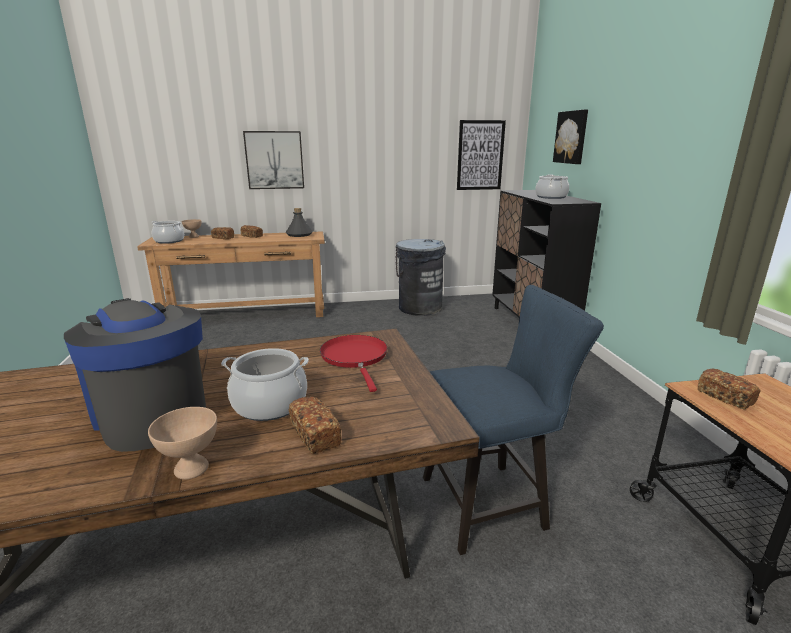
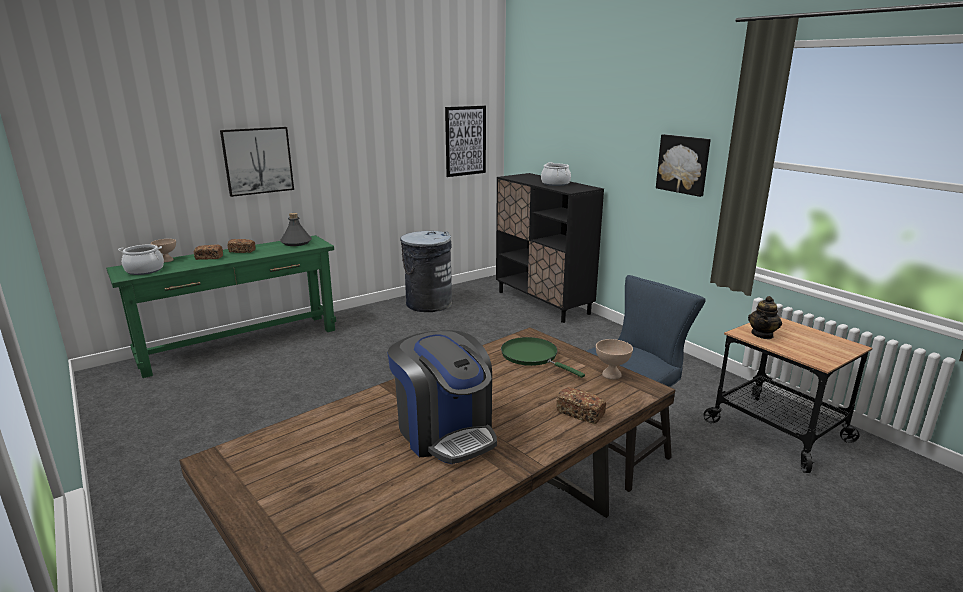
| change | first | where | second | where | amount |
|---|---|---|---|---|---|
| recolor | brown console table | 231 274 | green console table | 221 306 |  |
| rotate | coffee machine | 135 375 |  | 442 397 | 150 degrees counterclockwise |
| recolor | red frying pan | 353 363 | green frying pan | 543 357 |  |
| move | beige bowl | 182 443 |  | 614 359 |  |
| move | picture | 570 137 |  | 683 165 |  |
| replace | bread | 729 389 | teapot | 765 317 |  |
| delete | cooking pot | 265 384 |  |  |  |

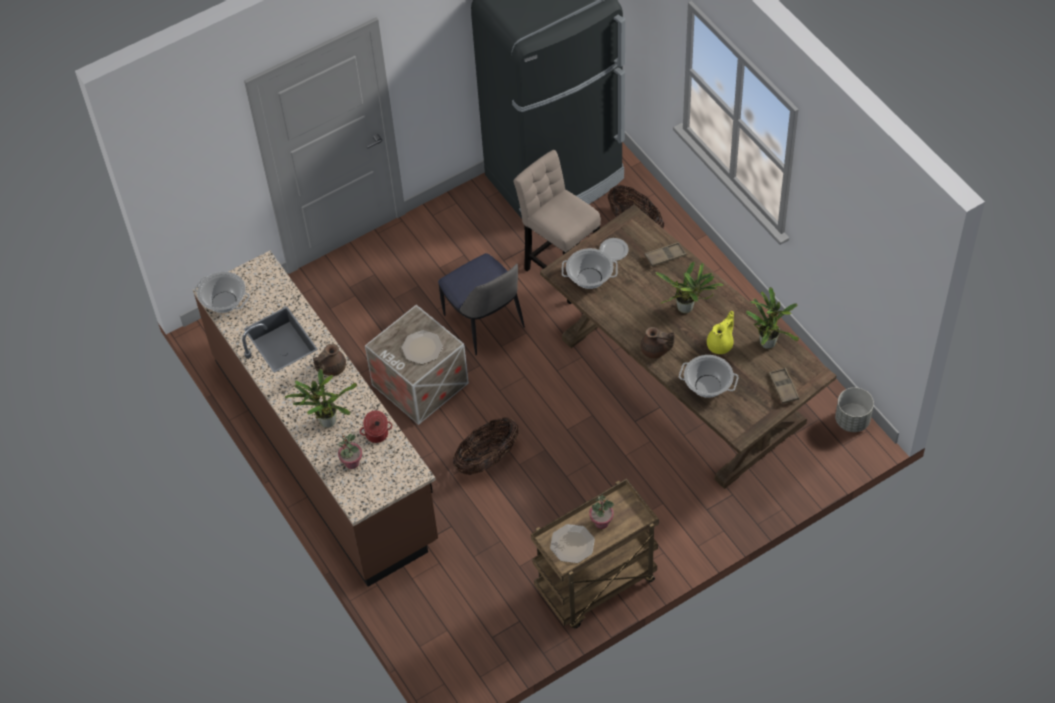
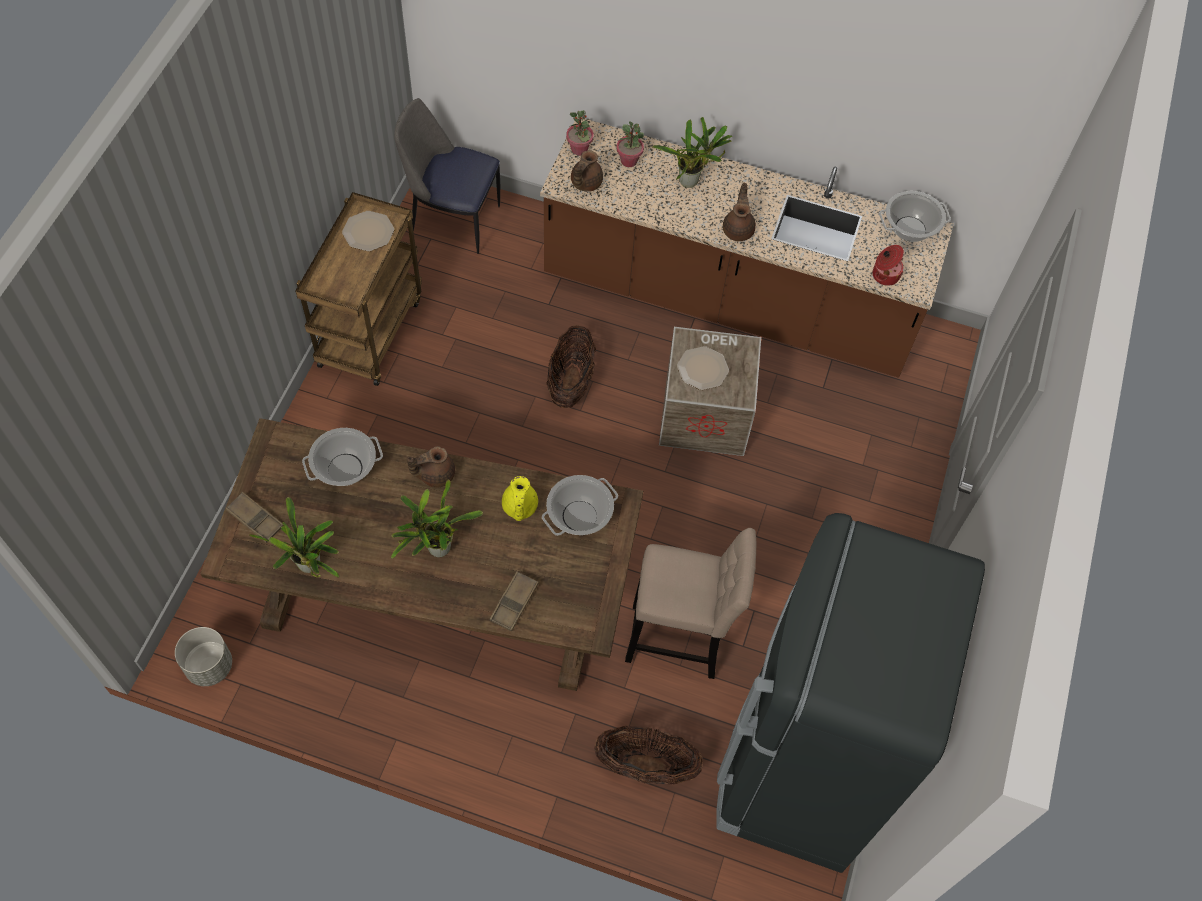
| change | first | where | second | where | amount |
|---|---|---|---|---|---|
| move | chair | 481 304 |  | 447 176 |  |
| move | yellow teapot | 720 332 |  | 520 498 |  |
| move | potted plant | 601 512 |  | 580 133 |  |
| insert |  |  | brown teapot | 587 171 |  |
| move | cooking pot | 376 426 |  | 888 265 |  |
| delete | plate | 614 249 |  |  |  |

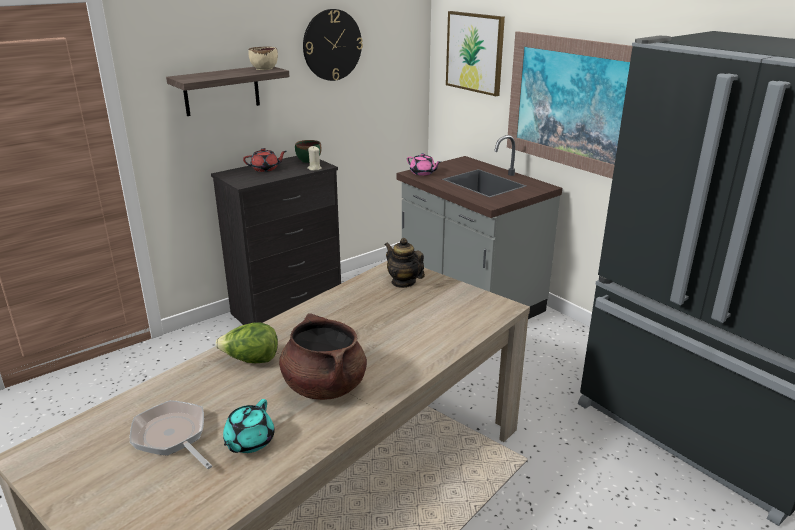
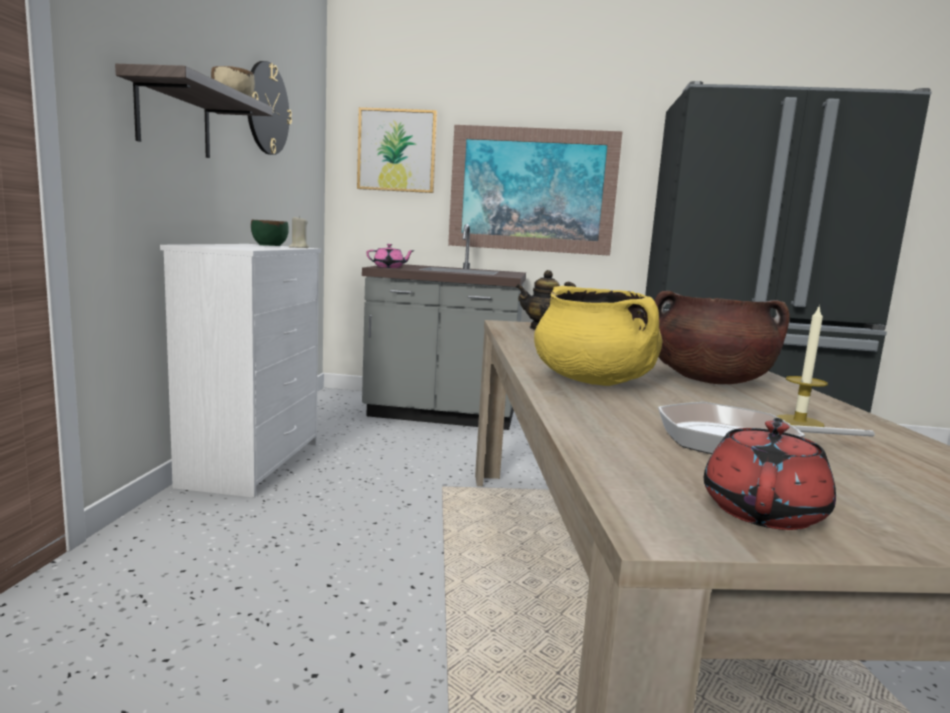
| change | first | where | second | where | amount |
|---|---|---|---|---|---|
| recolor | black dresser | 276 240 | white dresser | 240 371 |  |
| replace | lettuce | 246 342 | yellow cooking pot | 598 336 |  |
| move | red teapot | 264 160 |  | 770 474 |  |
| replace | turquoise teapot | 249 426 | candle | 802 366 |  |

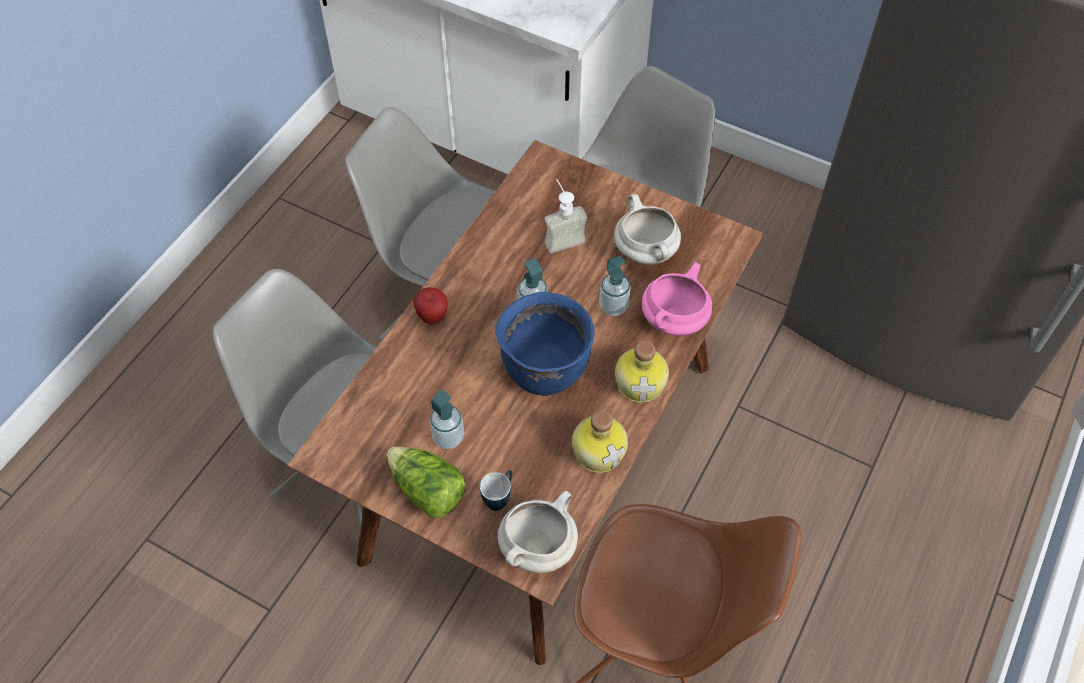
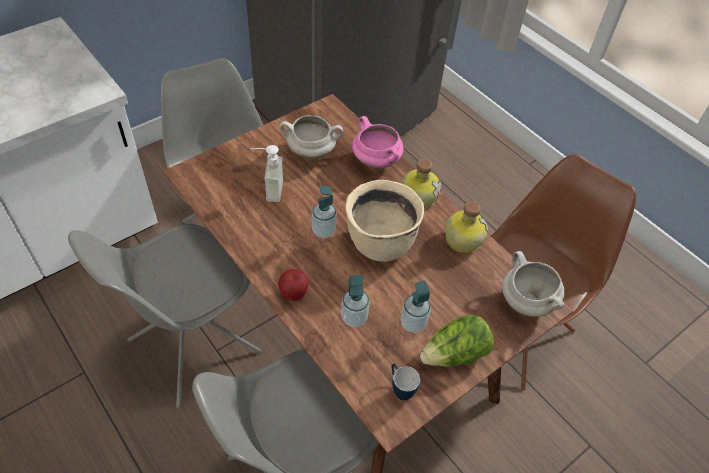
| change | first | where | second | where | amount |
|---|---|---|---|---|---|
| move | soap dispenser | 615 286 |  | 355 301 |  |
| recolor | blue cooking pot | 544 344 | beige cooking pot | 384 221 |  |
| move | mug | 496 490 |  | 405 382 |  |

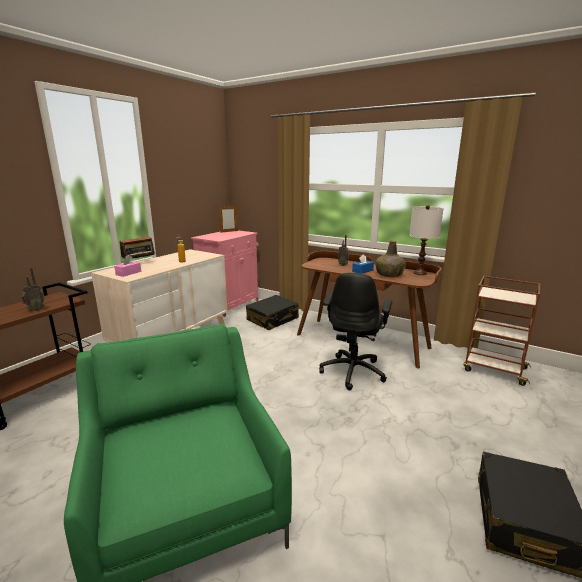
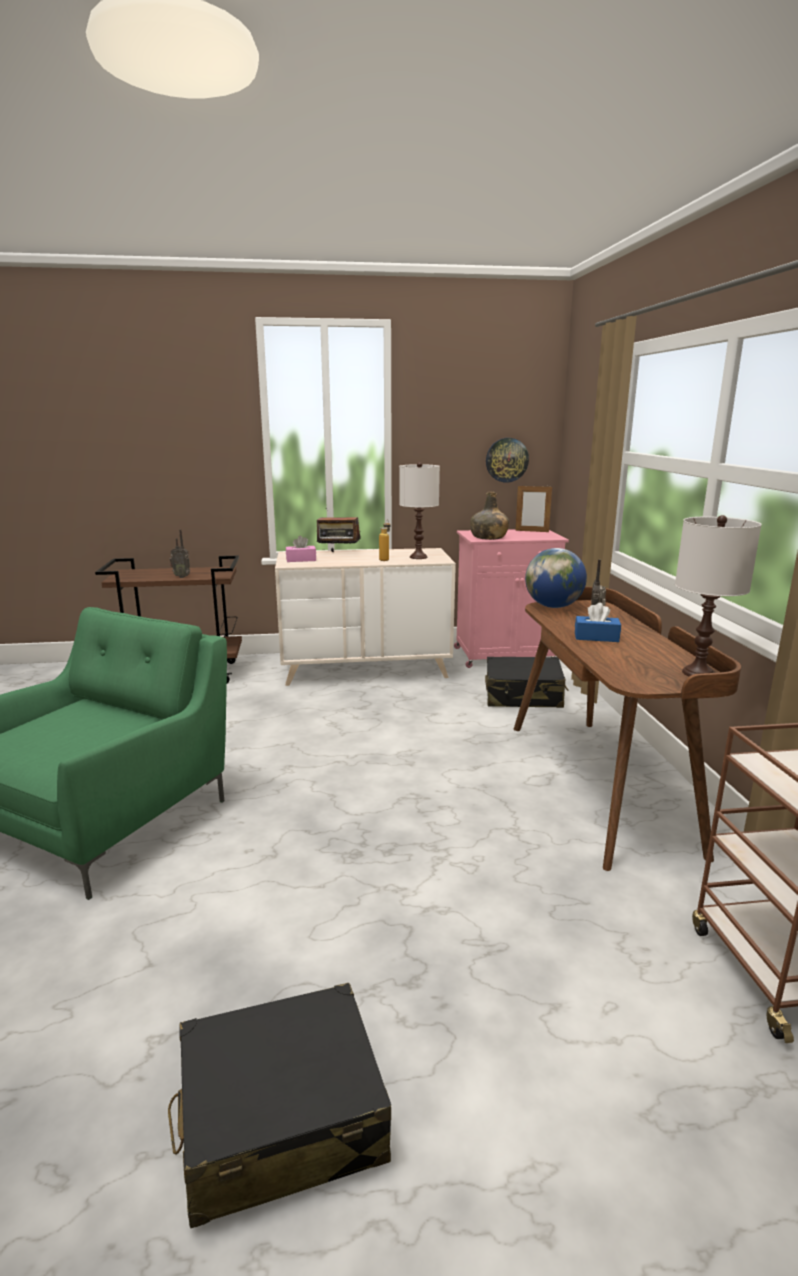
| change | first | where | second | where | amount |
|---|---|---|---|---|---|
| insert |  |  | white table lamp | 419 510 |  |
| move | green bottle | 391 259 |  | 489 516 |  |
| insert |  |  | wall clock | 507 460 |  |
| insert |  |  | globe | 556 578 |  |
| delete | black office chair | 356 331 |  |  |  |

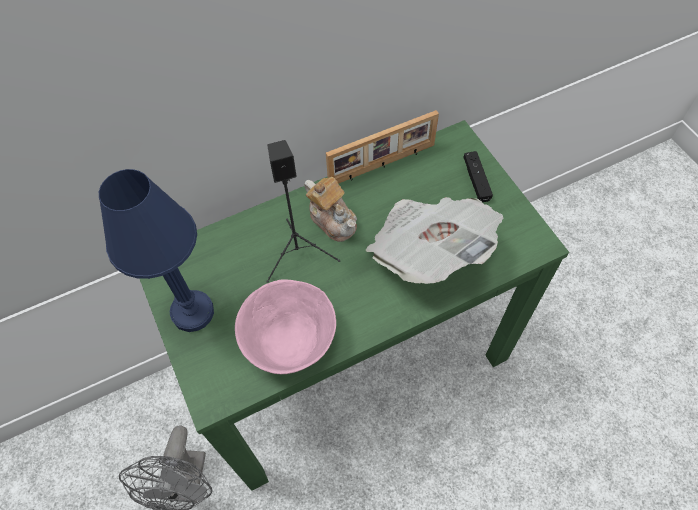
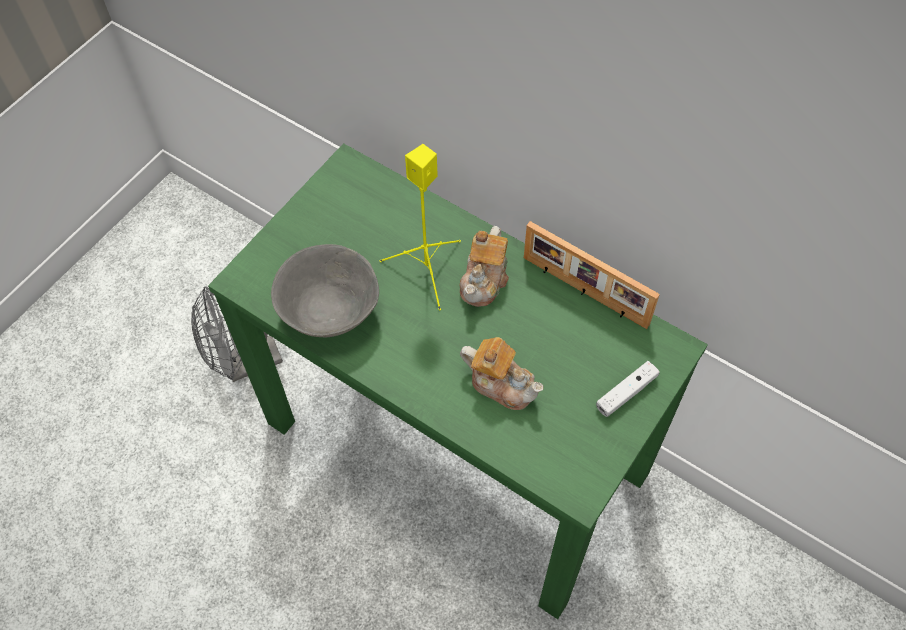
| change | first | where | second | where | amount |
|---|---|---|---|---|---|
| recolor | pink bowl | 285 326 | grey bowl | 325 290 |  |
| recolor | black speaker | 303 211 | yellow speaker | 420 227 |  |
| replace | newspaper | 435 240 | teapot | 501 373 |  |
| recolor | black game controller | 478 176 | white game controller | 628 389 |  |
| delete | blue table lamp | 156 250 |  |  |  |

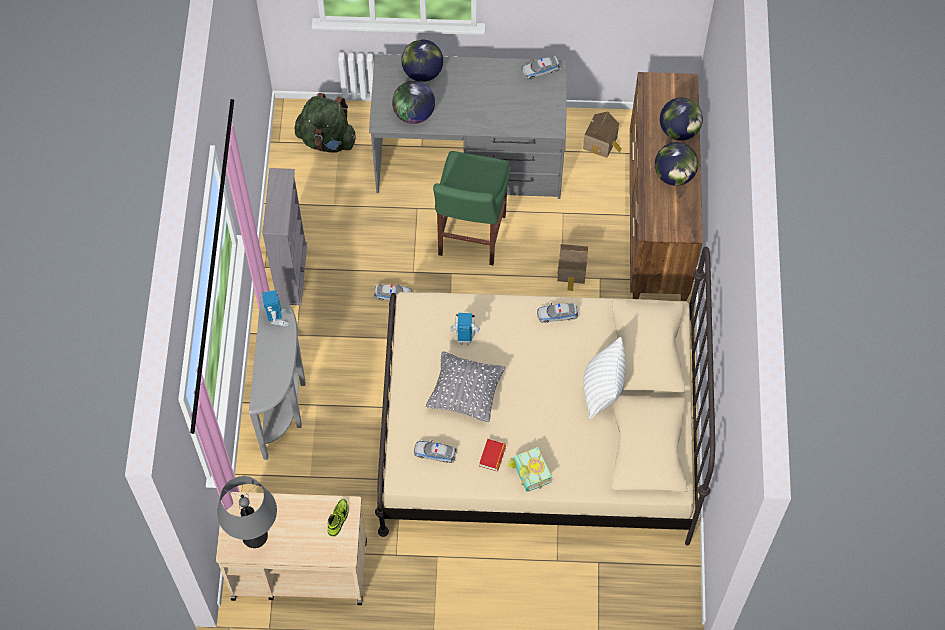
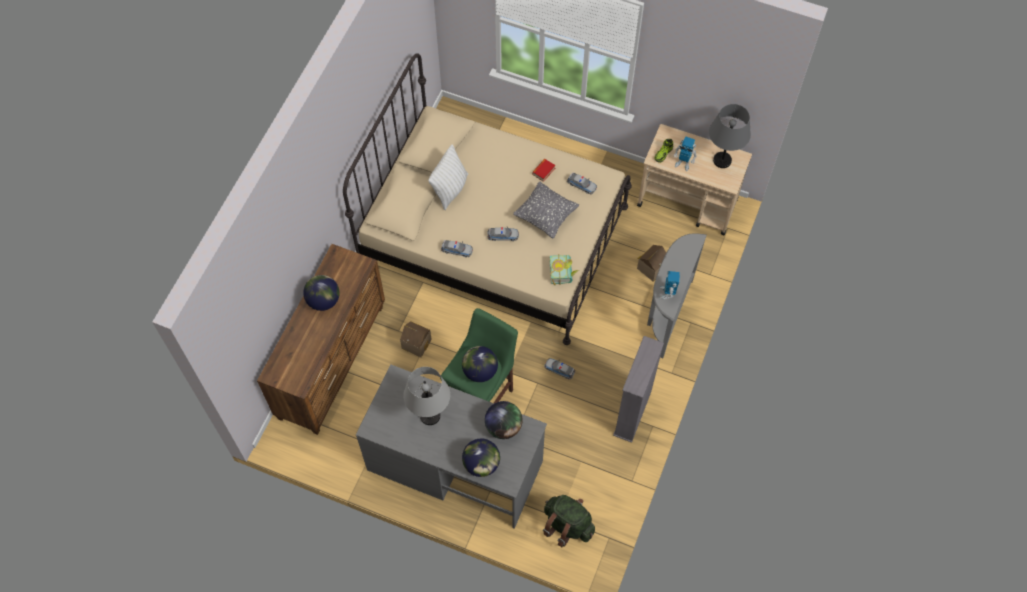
| change | first | where | second | where | amount |
|---|---|---|---|---|---|
| insert |  |  | grey table lamp | 426 396 |  |
| move | globe | 681 119 |  | 480 364 |  |
| move | toy car | 540 67 |  | 503 234 |  |
| move | book | 529 469 |  | 564 269 |  |
| move | toy house | 602 134 |  | 651 263 |  |
| move | toy robot | 465 329 |  | 685 153 |  |

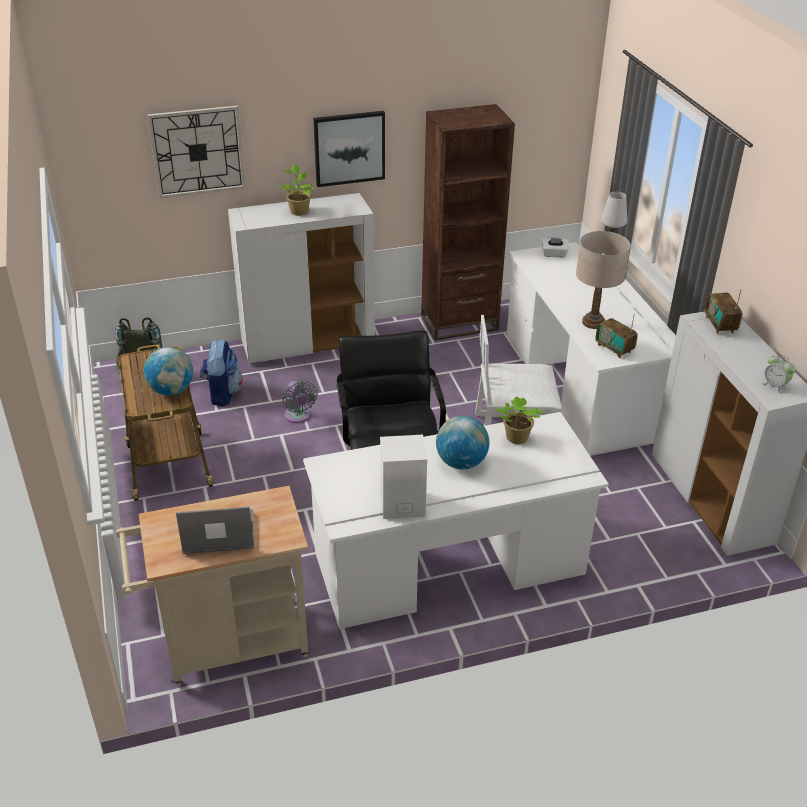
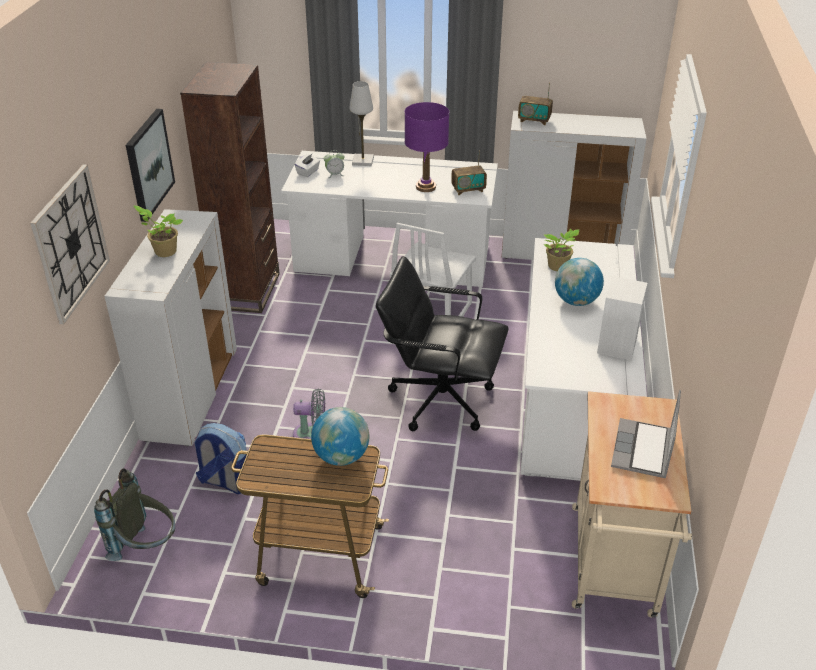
| change | first | where | second | where | amount |
|---|---|---|---|---|---|
| move | alarm clock | 778 374 |  | 334 164 |  |
| recolor | beige table lamp | 603 280 | purple table lamp | 427 147 |  |

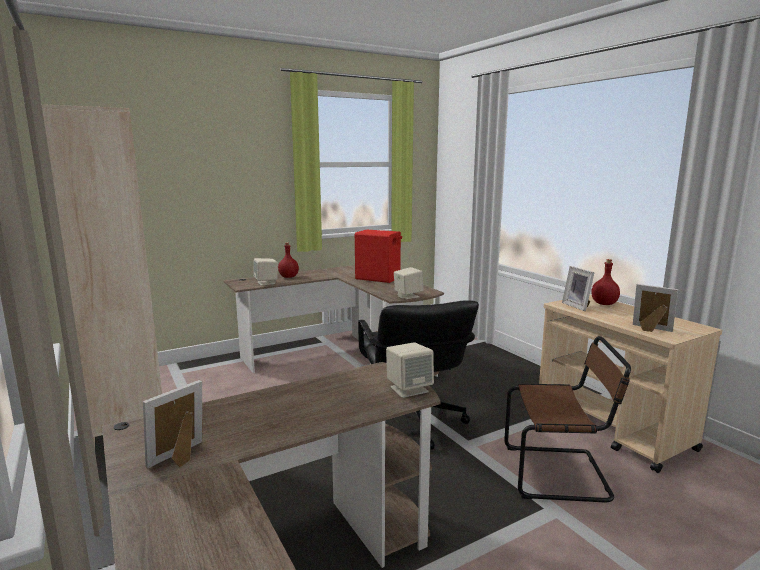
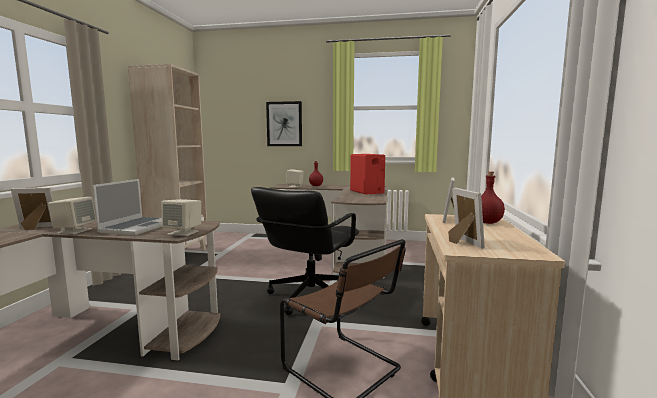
| change | first | where | second | where | amount |
|---|---|---|---|---|---|
| move | beige speaker | 409 283 |  | 72 215 |  |
| insert |  |  | laptop | 127 207 |  |
| insert |  |  | picture | 284 123 |  |

